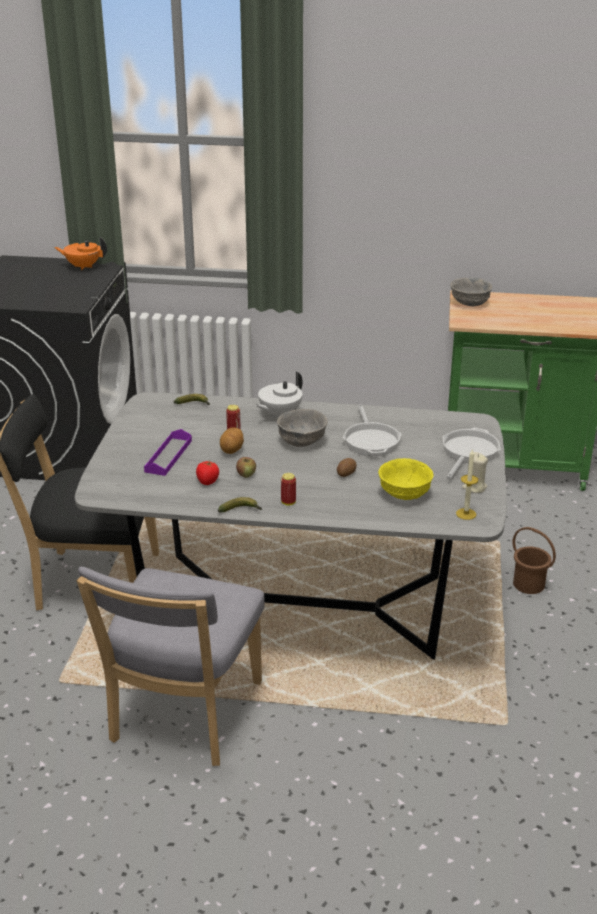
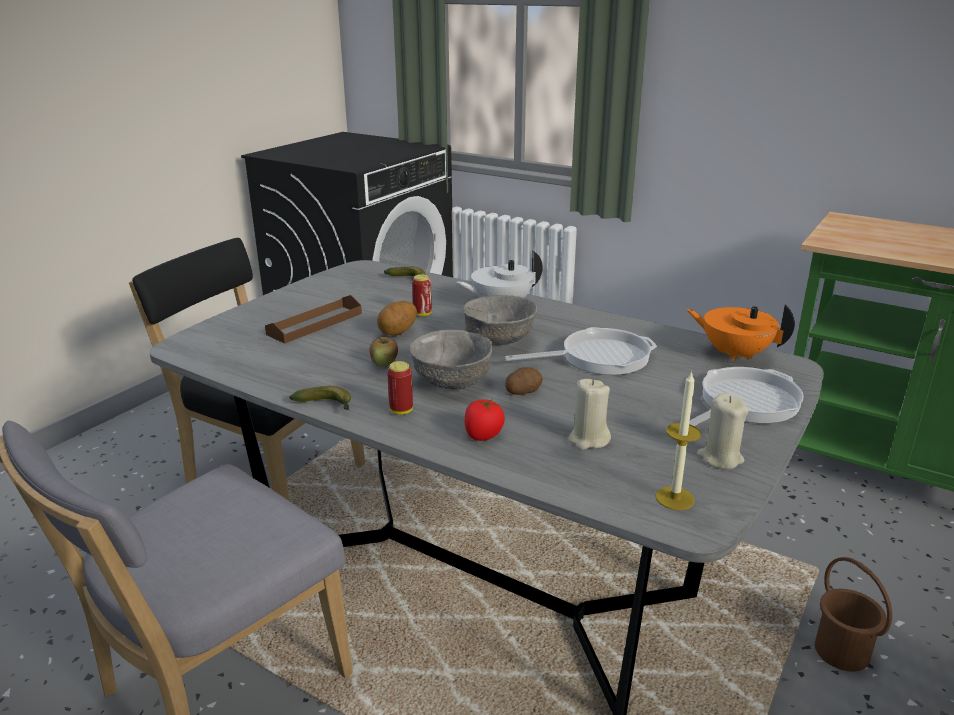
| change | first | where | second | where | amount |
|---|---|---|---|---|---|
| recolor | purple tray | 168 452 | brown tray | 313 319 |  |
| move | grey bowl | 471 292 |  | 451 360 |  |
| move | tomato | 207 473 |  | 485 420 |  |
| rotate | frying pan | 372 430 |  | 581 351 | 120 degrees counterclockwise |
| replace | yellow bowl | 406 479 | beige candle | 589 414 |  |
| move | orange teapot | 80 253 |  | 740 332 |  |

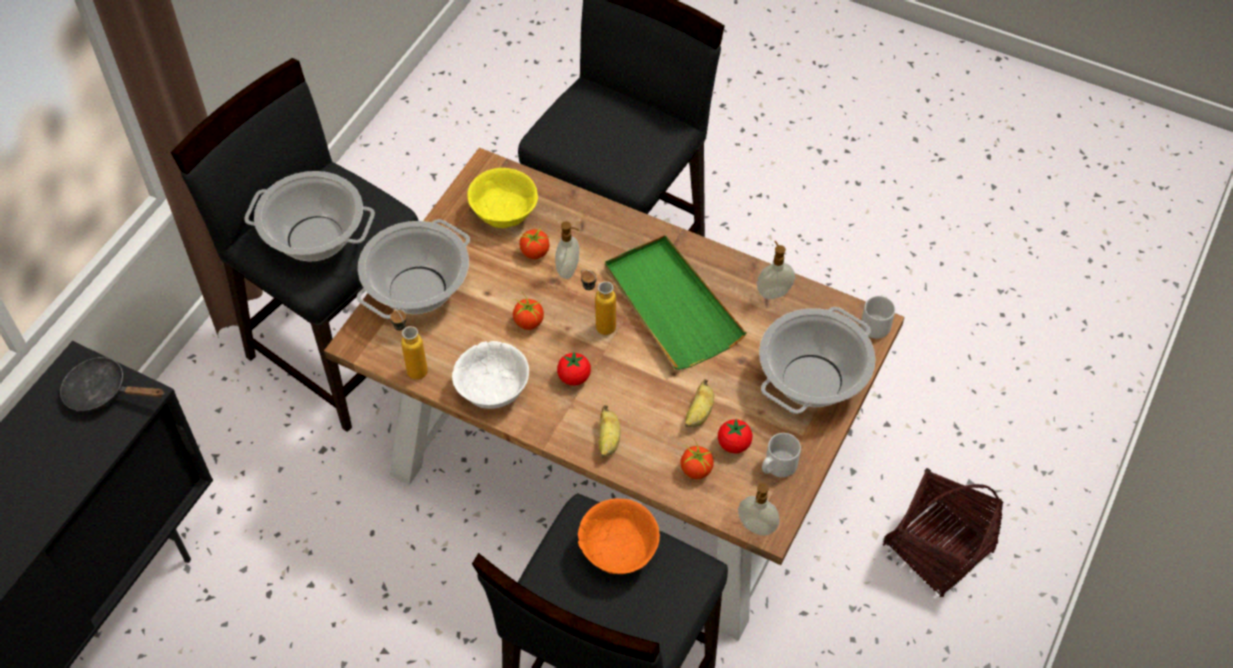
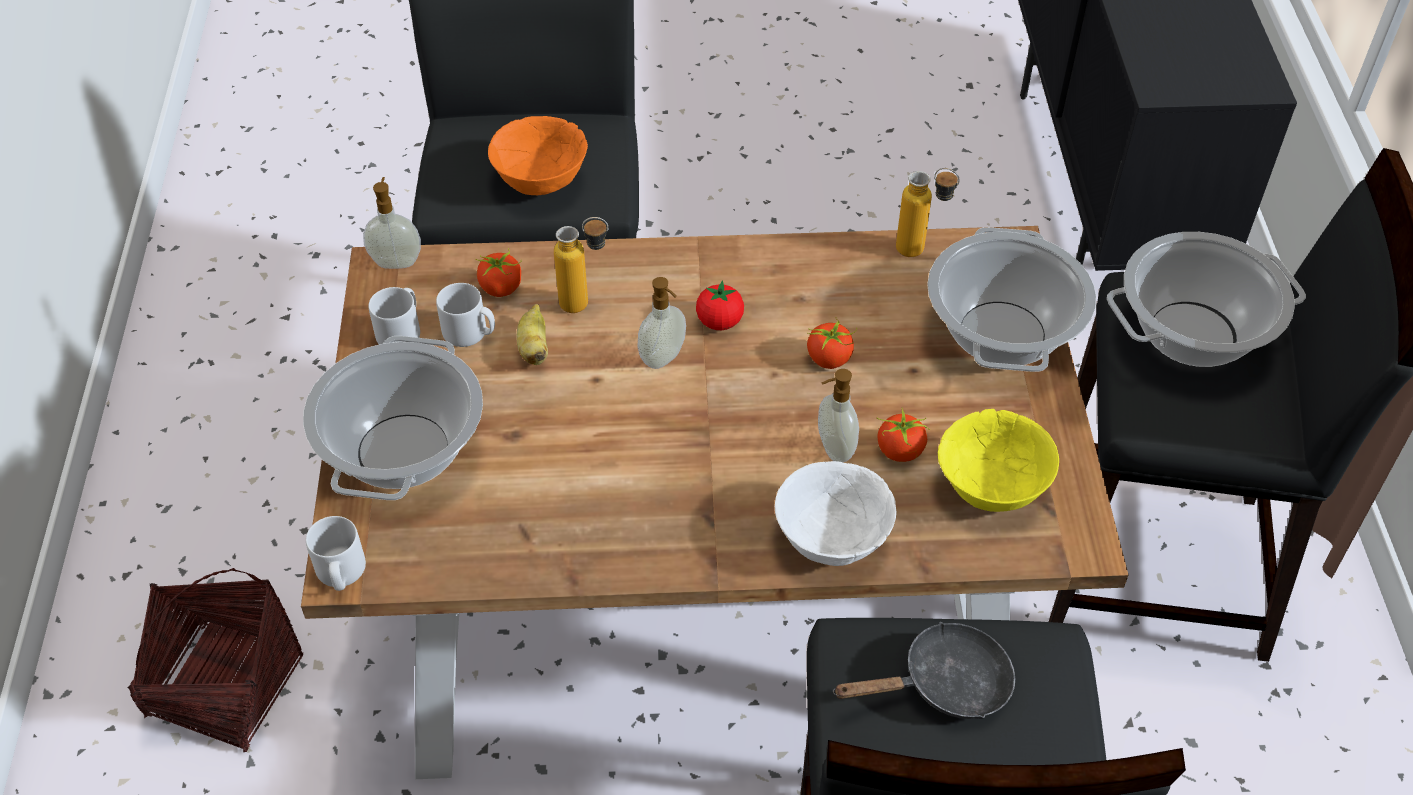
| change | first | where | second | where | amount |
|---|---|---|---|---|---|
| replace | tomato | 735 436 | grey mug | 465 315 |  |
| move | bottle | 598 302 |  | 581 265 |  |
| move | soap dispenser | 776 270 |  | 662 323 |  |
| move | white bowl | 490 375 |  | 836 513 |  |
| move | black frying pan | 112 384 |  | 924 670 |  |
| delete | banana | 610 431 |  |  |  |
| delete | green tray | 676 302 |  |  |  |

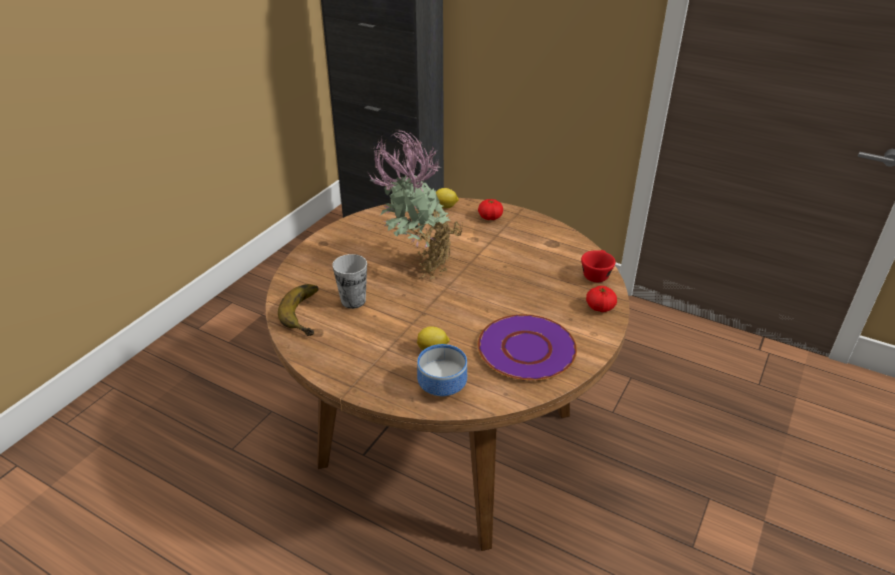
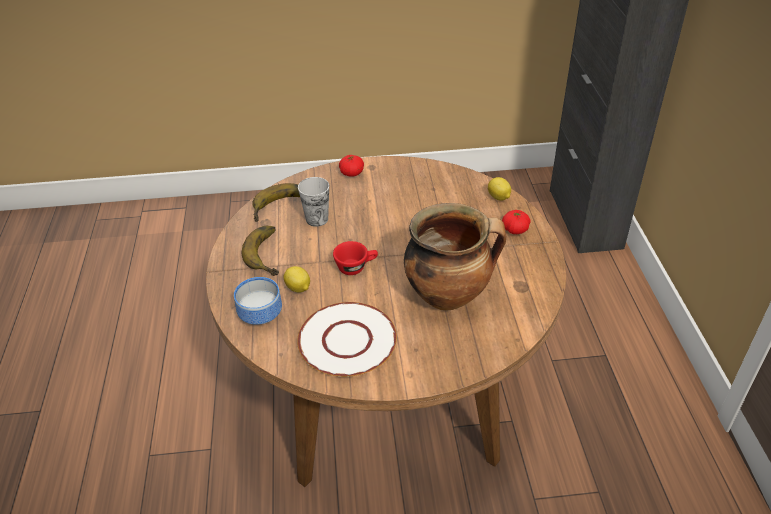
| change | first | where | second | where | amount |
|---|---|---|---|---|---|
| insert |  |  | banana | 260 251 |  |
| recolor | purple plate | 527 347 | white plate | 347 339 |  |
| move | red cup | 598 266 |  | 355 258 |  |
| move | tomato | 601 299 |  | 351 166 |  |
| insert |  |  | cooking pot | 455 257 |  |
| delete | potted plant | 415 204 |  |  |  |

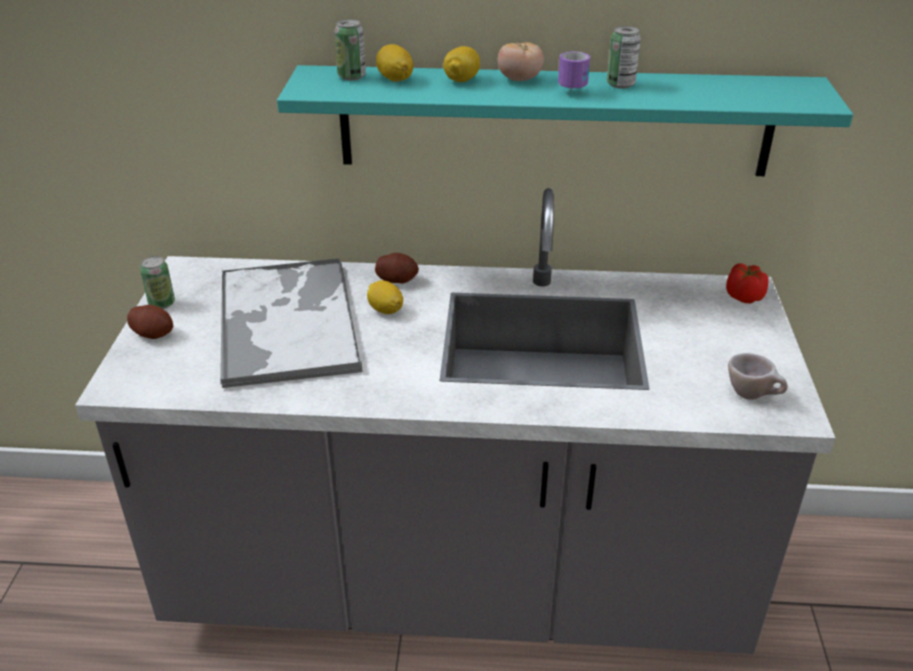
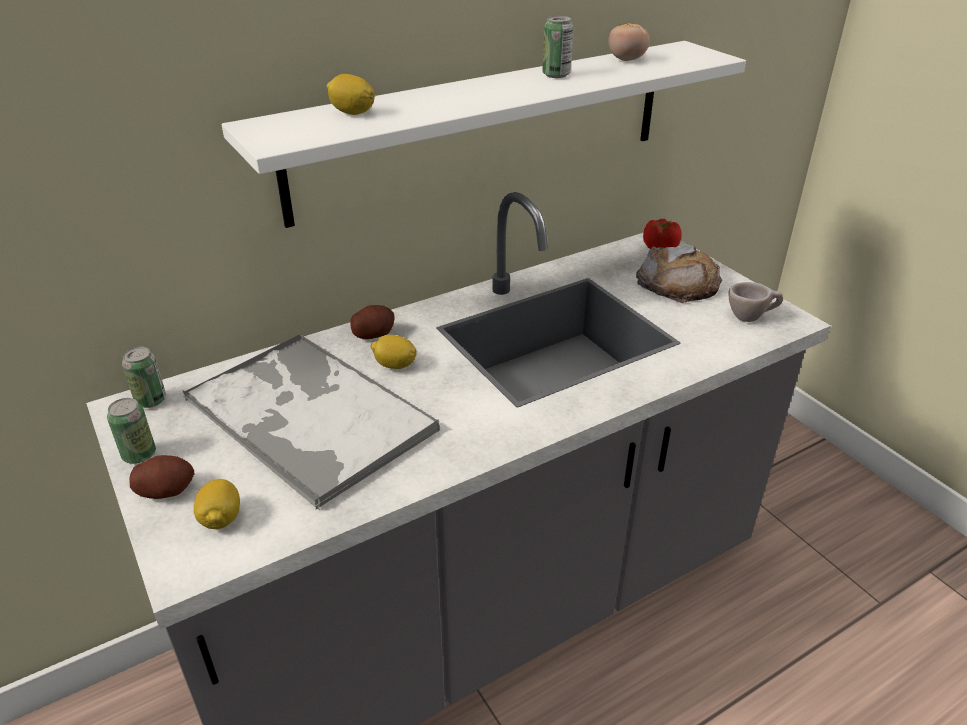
| change | first | where | second | where | amount |
|---|---|---|---|---|---|
| move | can | 350 50 |  | 144 377 |  |
| move | lemon | 461 64 |  | 217 504 |  |
| recolor | turquoise shelf | 565 120 | white shelf | 484 134 |  |
| move | tomato | 521 61 |  | 629 42 |  |
| insert |  |  | bread | 679 274 |  |
| delete | mug | 574 71 |  |  |  |

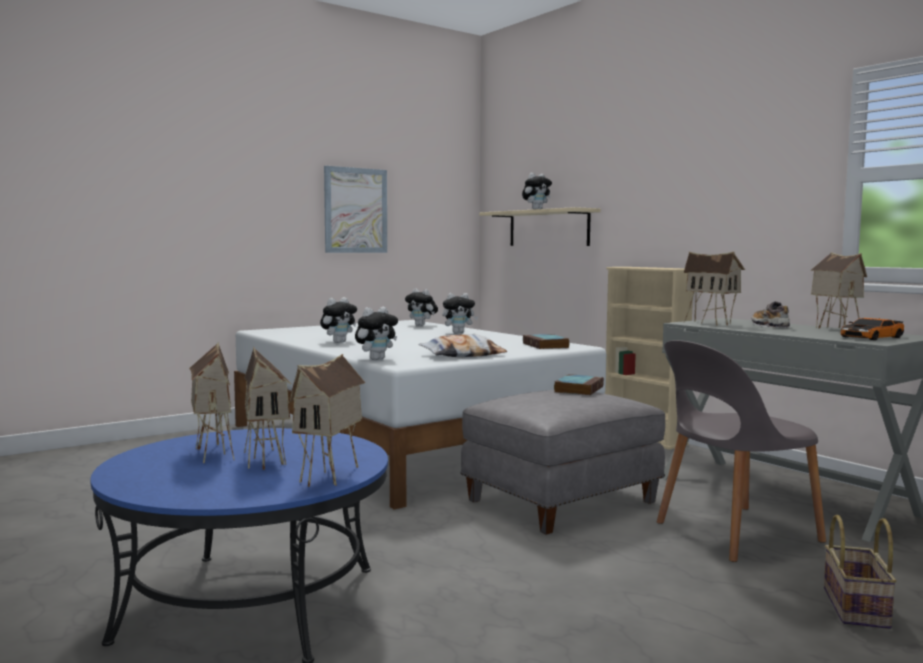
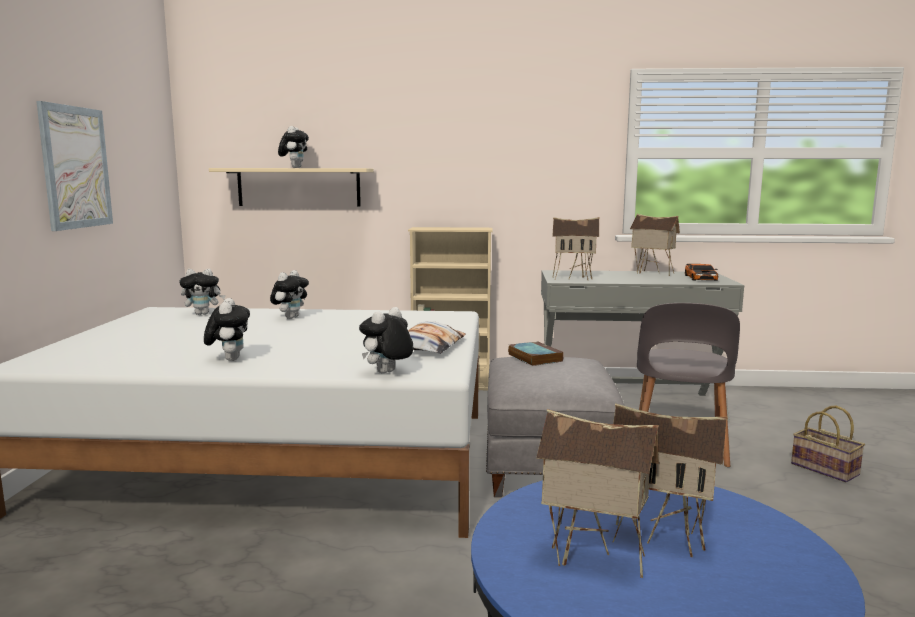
| change | first | where | second | where | amount |
|---|---|---|---|---|---|
| rotate | plush toy | 376 333 |  | 386 340 | 135 degrees counterclockwise |
| delete | toy house | 327 420 |  |  |  |
| delete | book | 546 341 |  |  |  |
| delete | shoe | 771 314 |  |  |  |

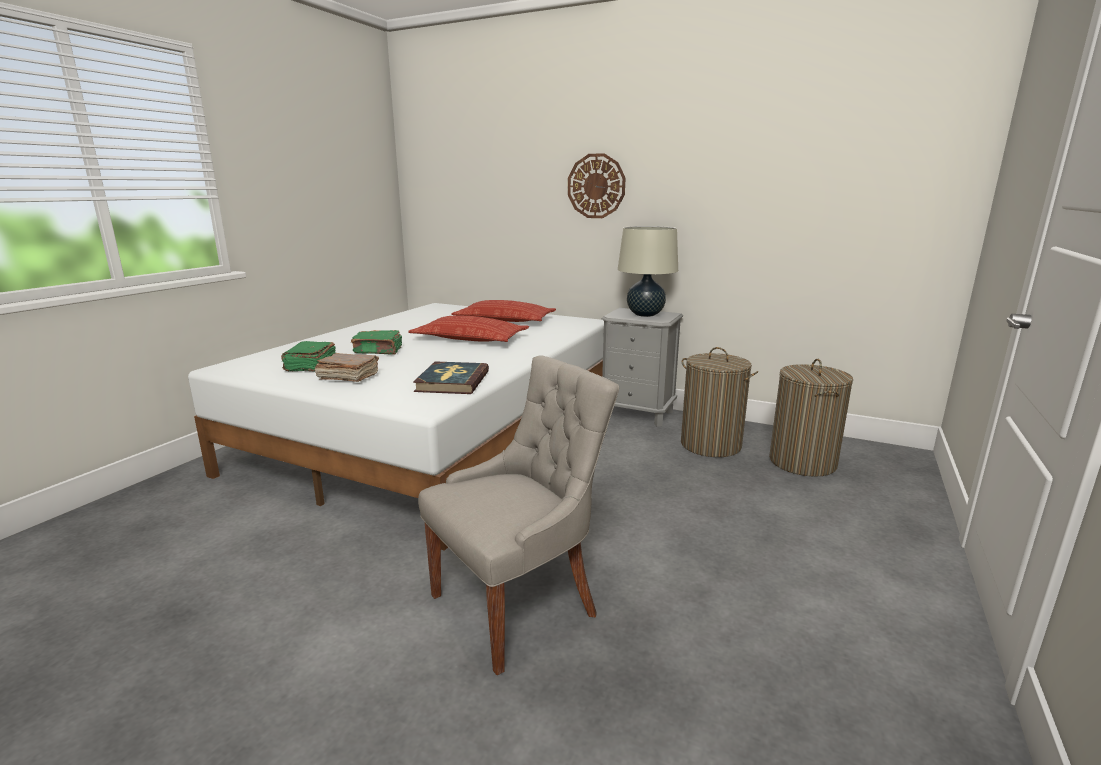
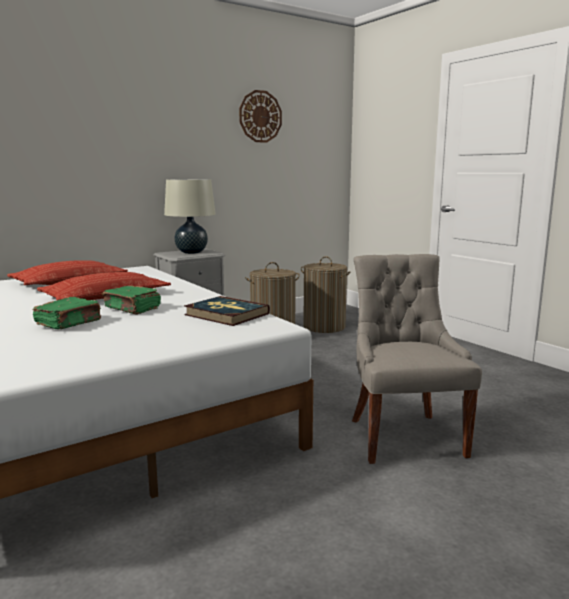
| change | first | where | second | where | amount |
|---|---|---|---|---|---|
| move | green book | 308 356 |  | 131 299 |  |
| move | wall clock | 596 185 |  | 260 116 |  |
| delete | brown book | 347 367 |  |  |  |

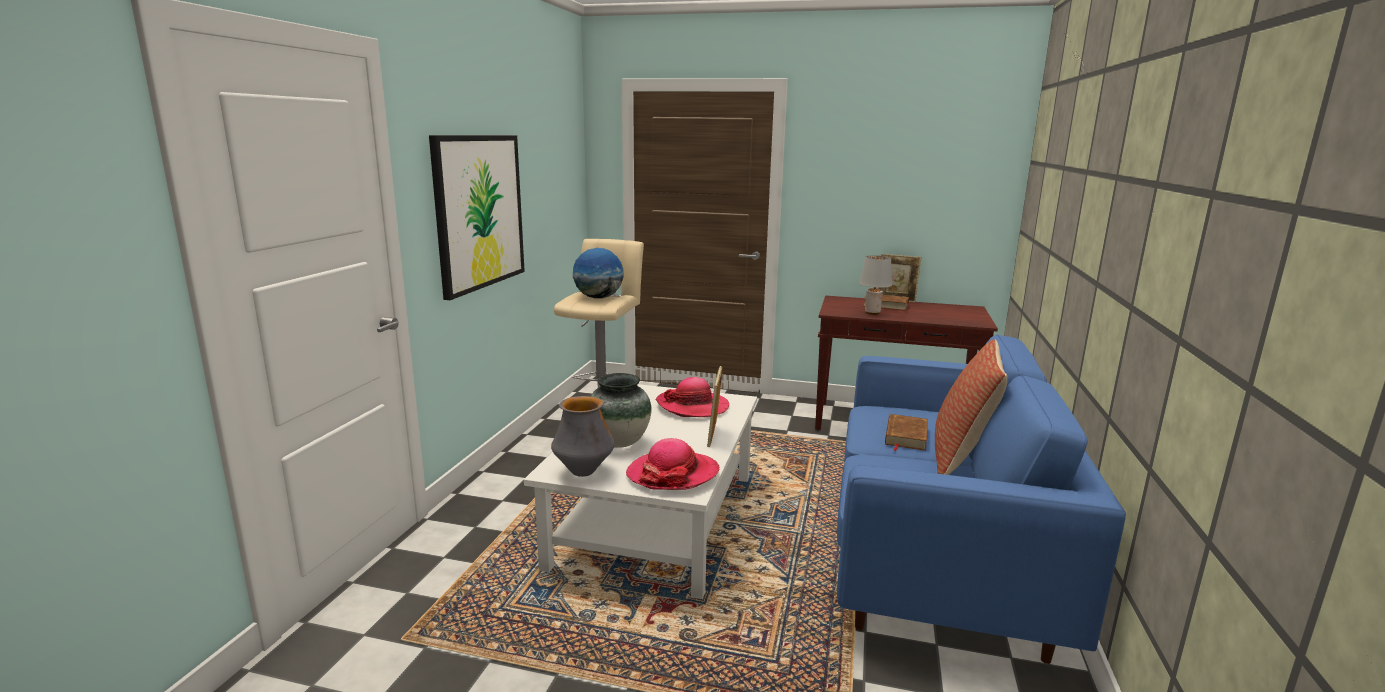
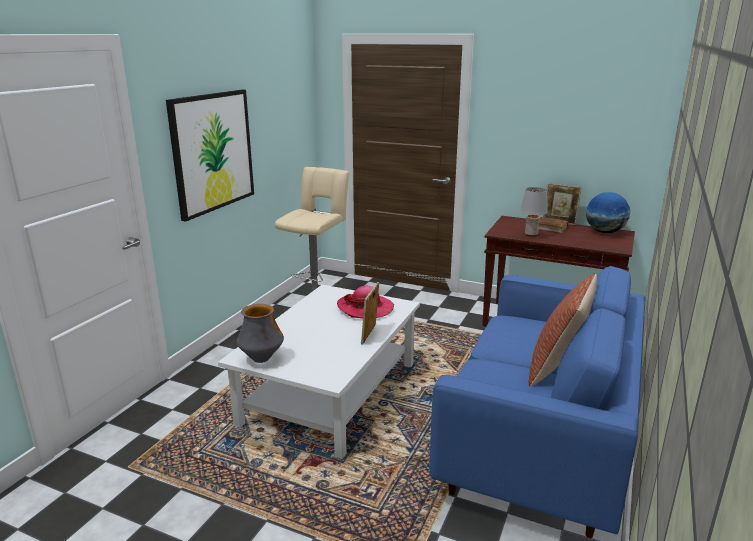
| change | first | where | second | where | amount |
|---|---|---|---|---|---|
| move | globe | 598 273 |  | 608 212 |  |
| delete | vase | 621 410 |  |  |  |
| delete | hat | 672 464 |  |  |  |
| delete | brown book | 906 432 |  |  |  |

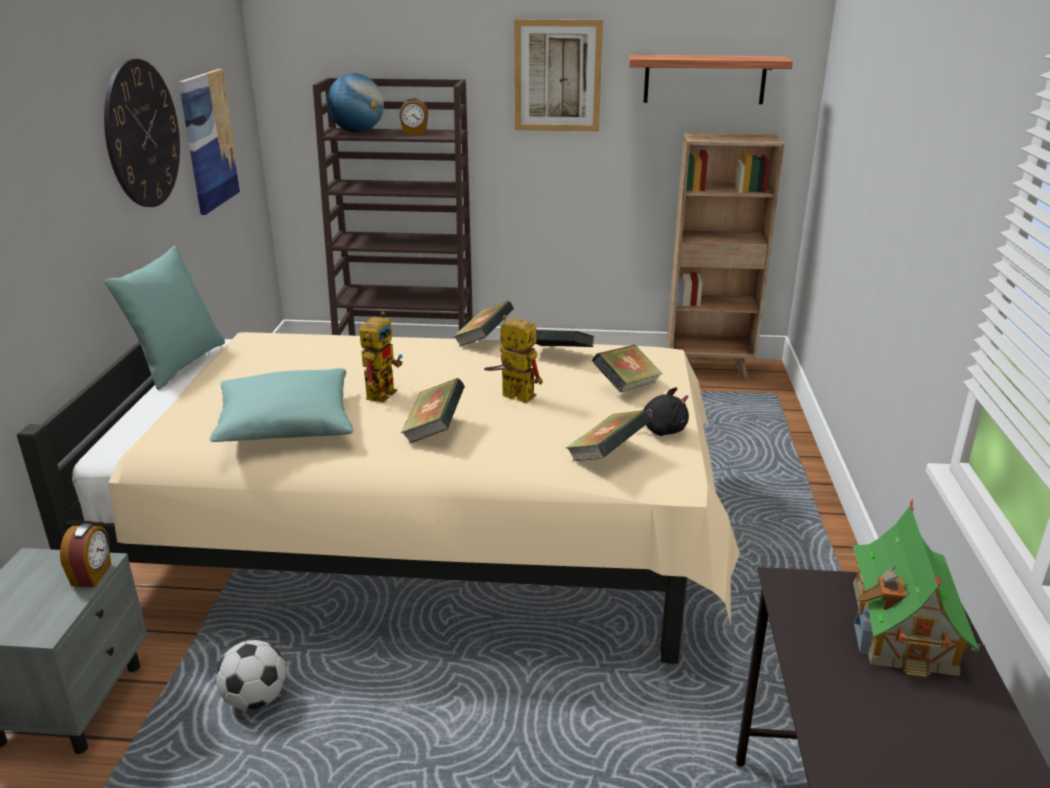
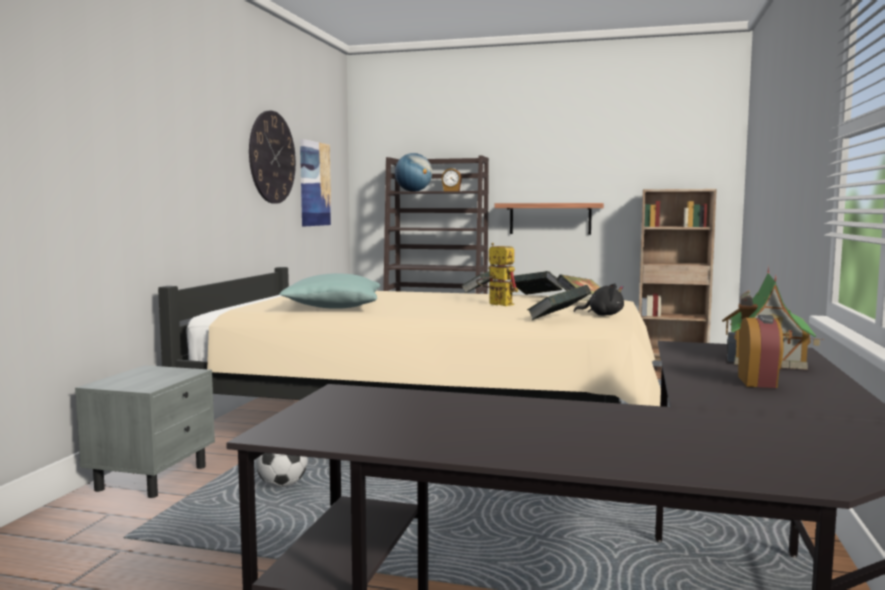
| change | first | where | second | where | amount |
|---|---|---|---|---|---|
| move | shelf | 711 79 |  | 549 219 |  |
| move | alarm clock | 85 555 |  | 761 351 |  |
| delete | turquoise pillow | 165 318 |  |  |  |
| delete | toy robot | 381 357 |  |  |  |
| delete | book | 433 411 |  |  |  |
| delete | picture | 558 75 |  |  |  |

